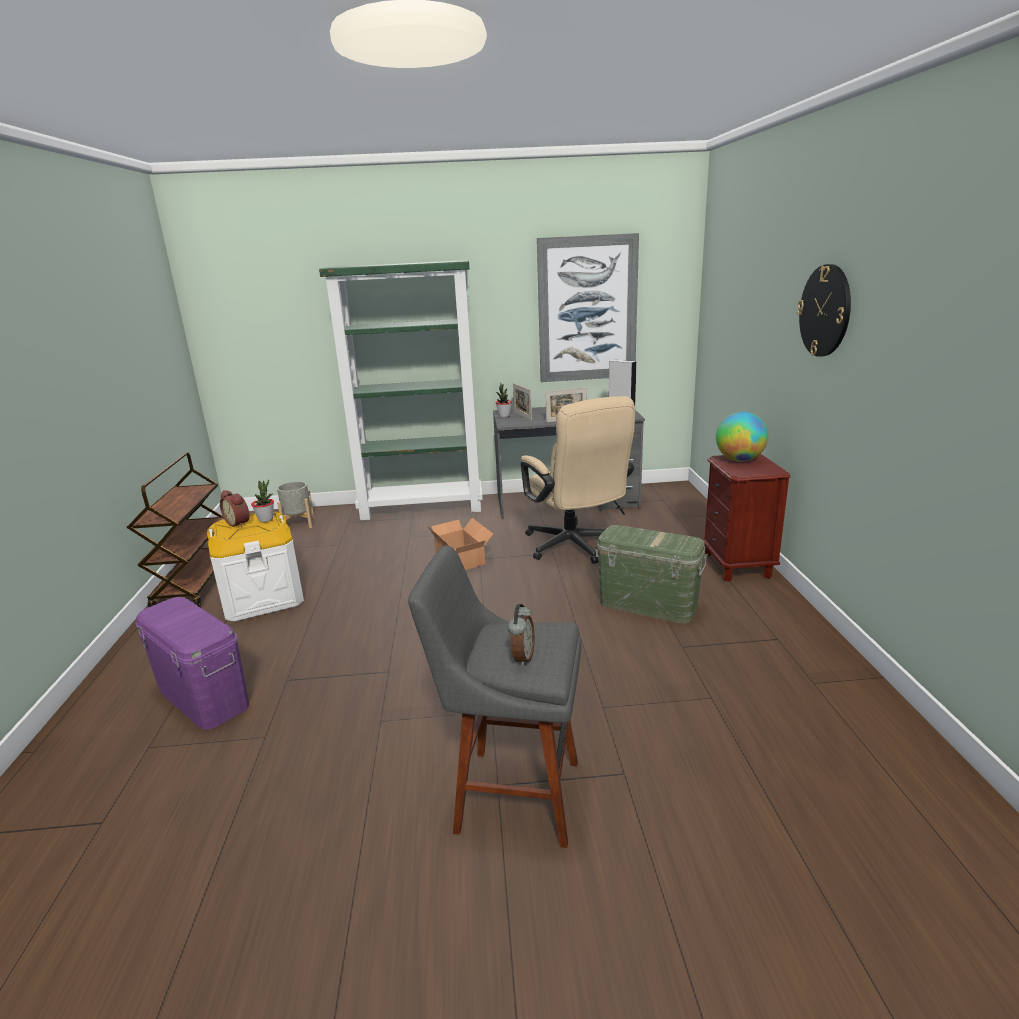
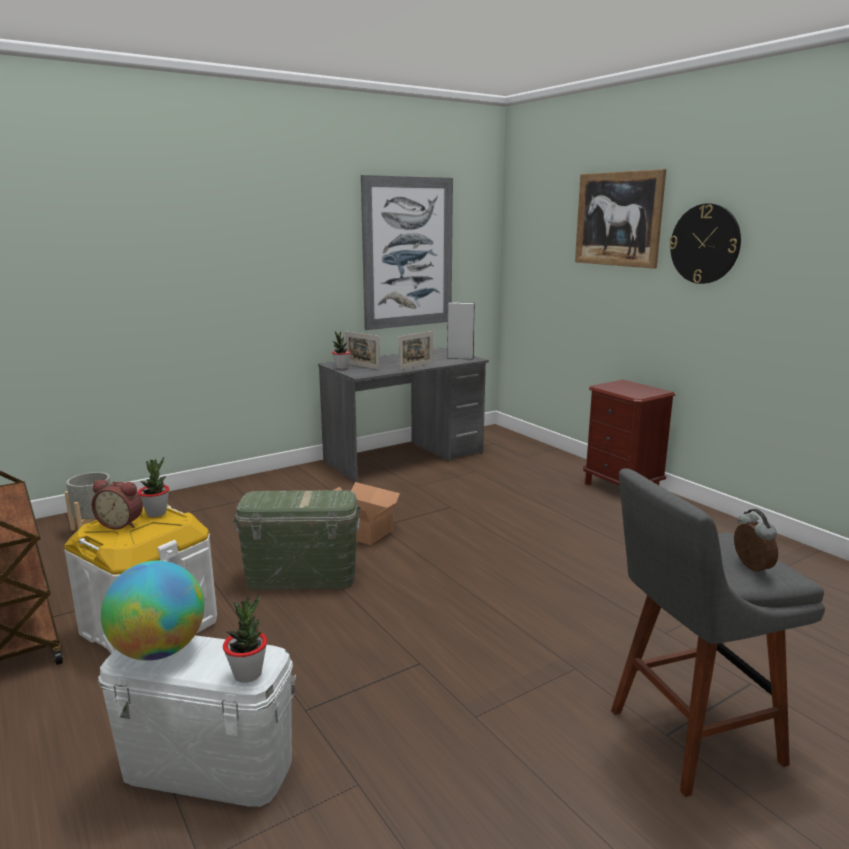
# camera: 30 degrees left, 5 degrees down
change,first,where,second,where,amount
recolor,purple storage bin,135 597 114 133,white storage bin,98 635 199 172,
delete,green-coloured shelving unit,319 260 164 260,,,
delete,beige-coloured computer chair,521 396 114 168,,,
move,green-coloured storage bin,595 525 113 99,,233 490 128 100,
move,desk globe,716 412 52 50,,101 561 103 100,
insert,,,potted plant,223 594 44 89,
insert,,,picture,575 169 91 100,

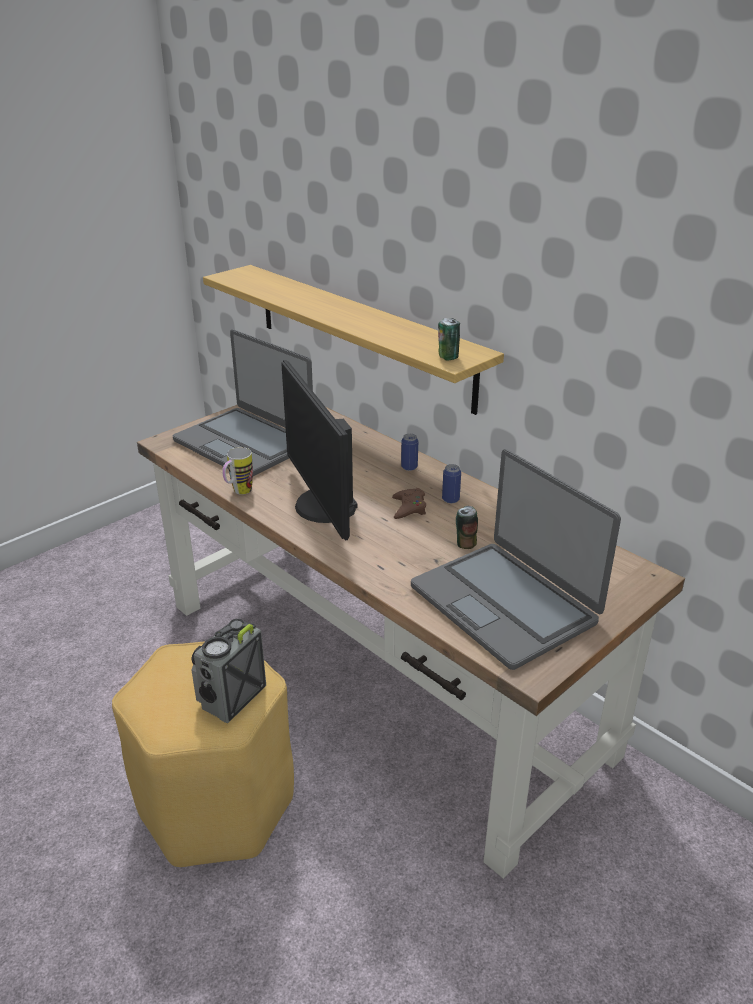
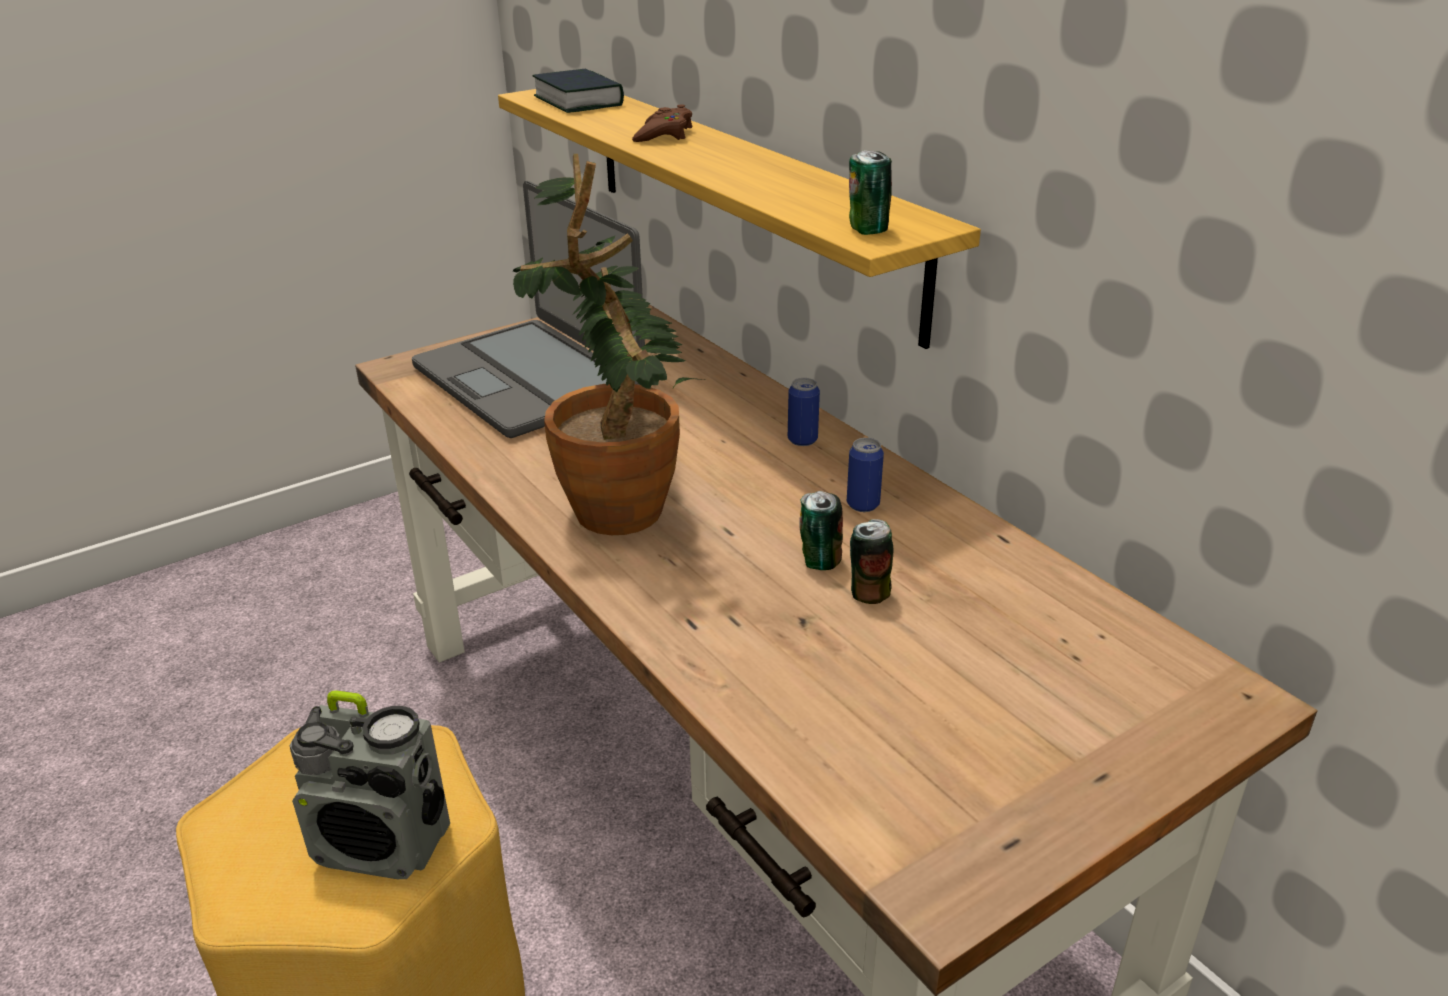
# camera: 10 degrees right, 0 degrees up
change,first,where,second,where,amount
rotate,radio set,191 619 75 104,,289 690 161 189,120 degrees counterclockwise
delete,tea mug,222 447 31 48,,,
replace,monitor,281 360 77 181,potted plant,513 154 191 381,
move,brown game controller,392 488 34 31,,632 105 61 37,
delete,notebook computer,411 449 210 221,,,
insert,,,book,533 69 91 44,
insert,,,sealed can,799 491 44 79,

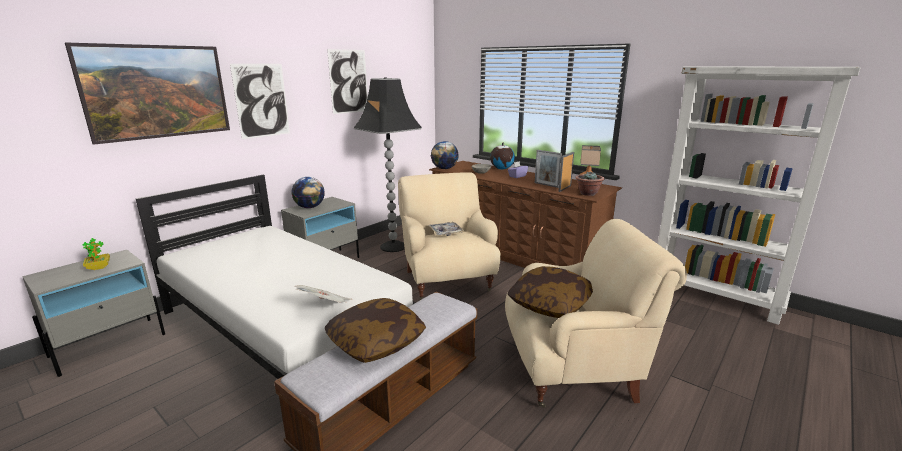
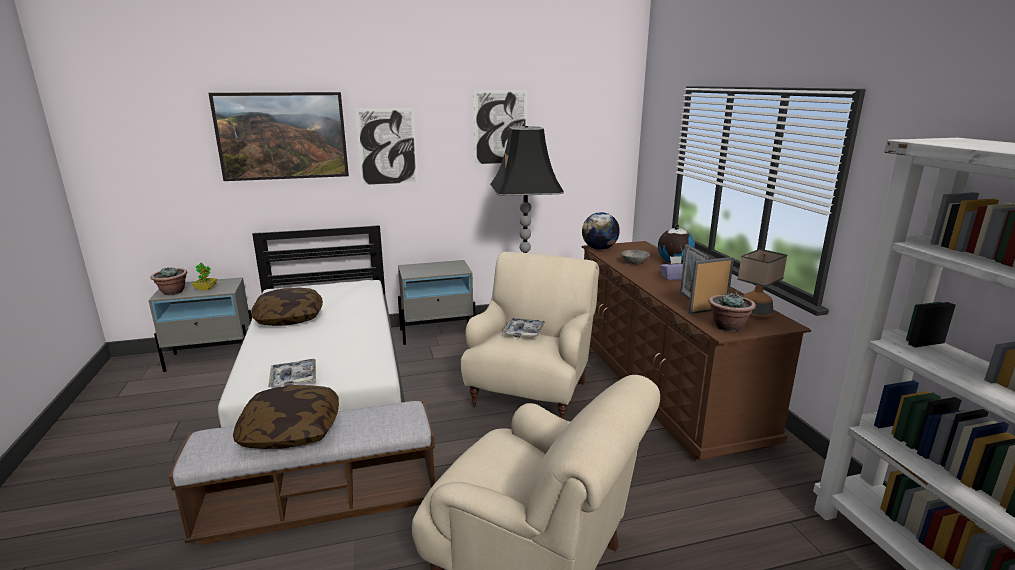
# camera: 35 degrees right, 0 degrees up
change,first,where,second,where,amount
delete,desk globe,291 177 34 31,,,
replace,daily paper,294 285 58 18,tray,268 359 48 29,
move,cushion,508 266 85 52,,251 288 72 38,
insert,,,potted plant,150 267 37 28,

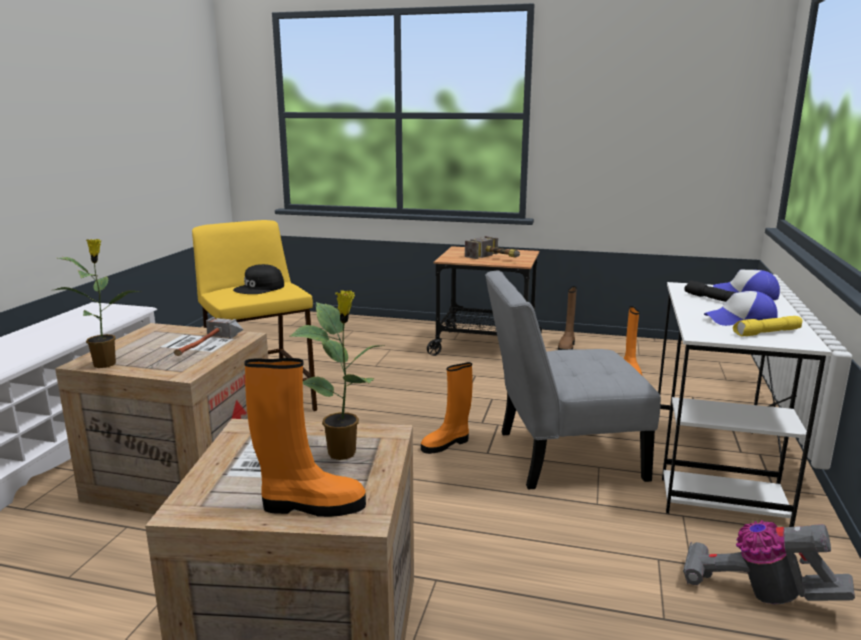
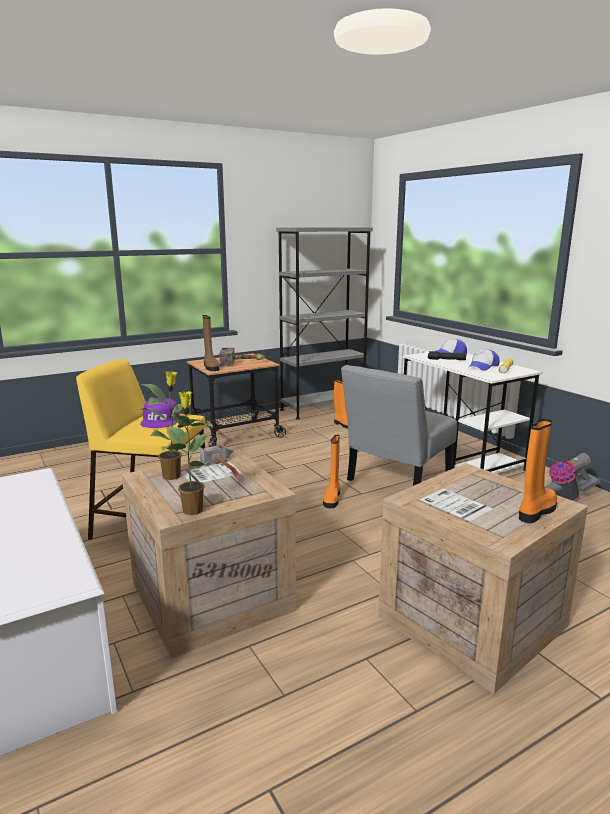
# camera: 45 degrees left, 0 degrees up
change,first,where,second,where,amount
recolor,black cap,233 264 51 30,purple cap,140 398 40 30,
move,potted plant,290 290 95 170,,142 371 60 109,
move,brown tall boot,558 286 19 64,,203 315 17 56,
insert,,,gray shelving unit,276 228 97 192,

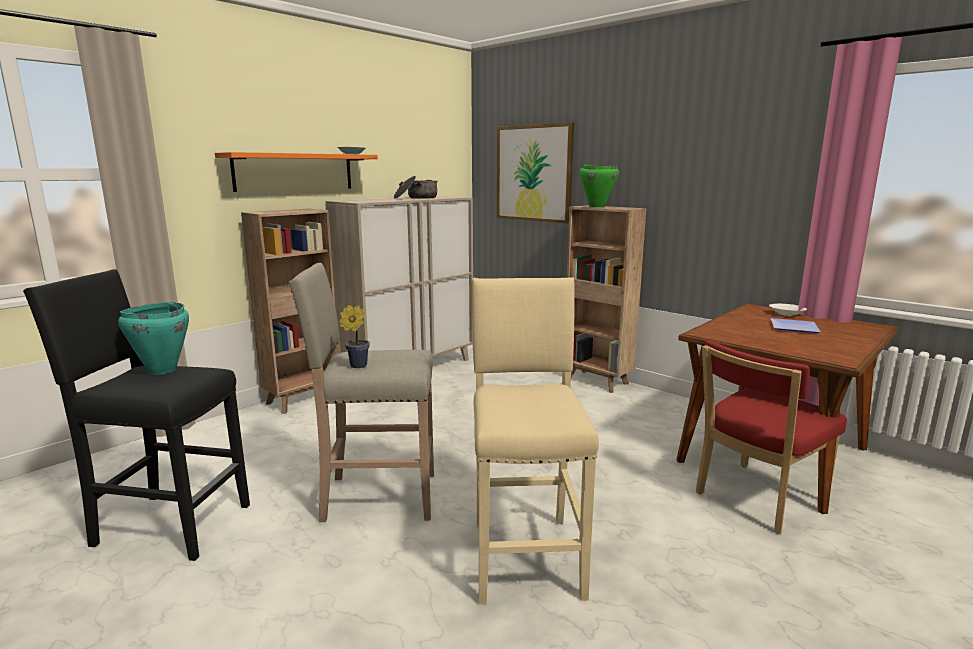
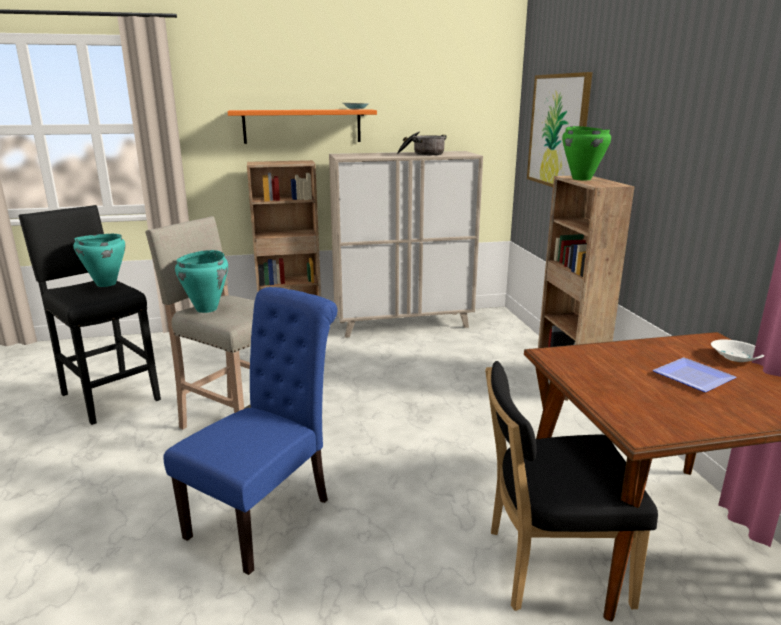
# camera: 35 degrees right, 5 degrees up
change,first,where,second,where,amount
replace,potted plant,339 305 31 63,turquoise-coloured saucepot,175 250 53 63,
replace,beige-coloured sitting stool,472 277 127 328,blue chair,163 287 174 288,
recolor,red-coloured chair,696 340 151 194,black chair,485 361 173 250,

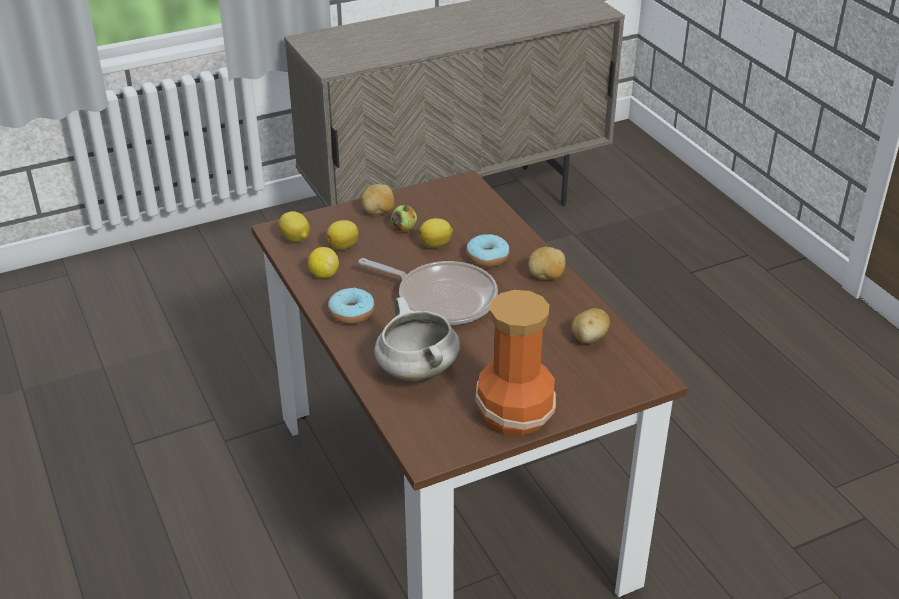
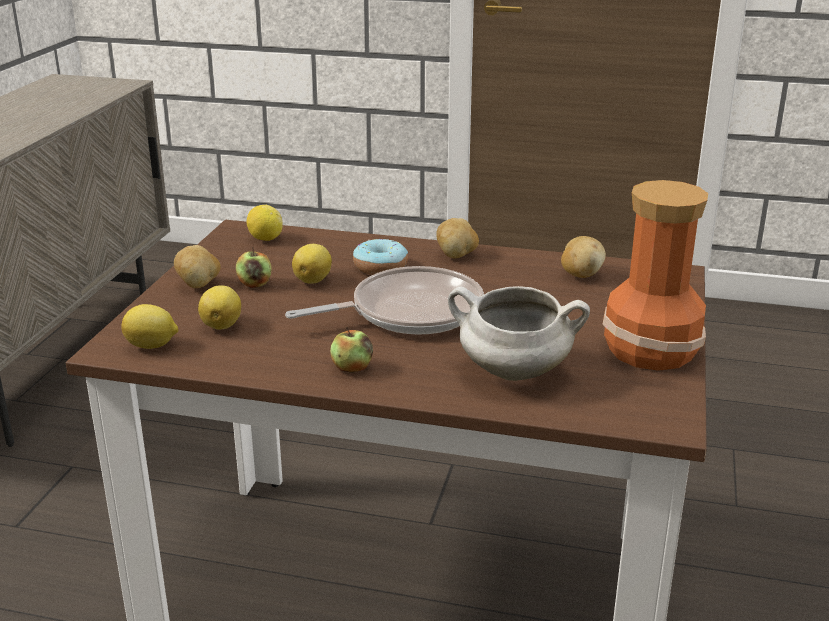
# camera: 50 degrees left, 10 degrees down
change,first,where,second,where,amount
move,citrus fruit,308 247 31 31,,247 205 36 36,
replace,doughnut,328 287 47 37,apple,330 327 43 46,

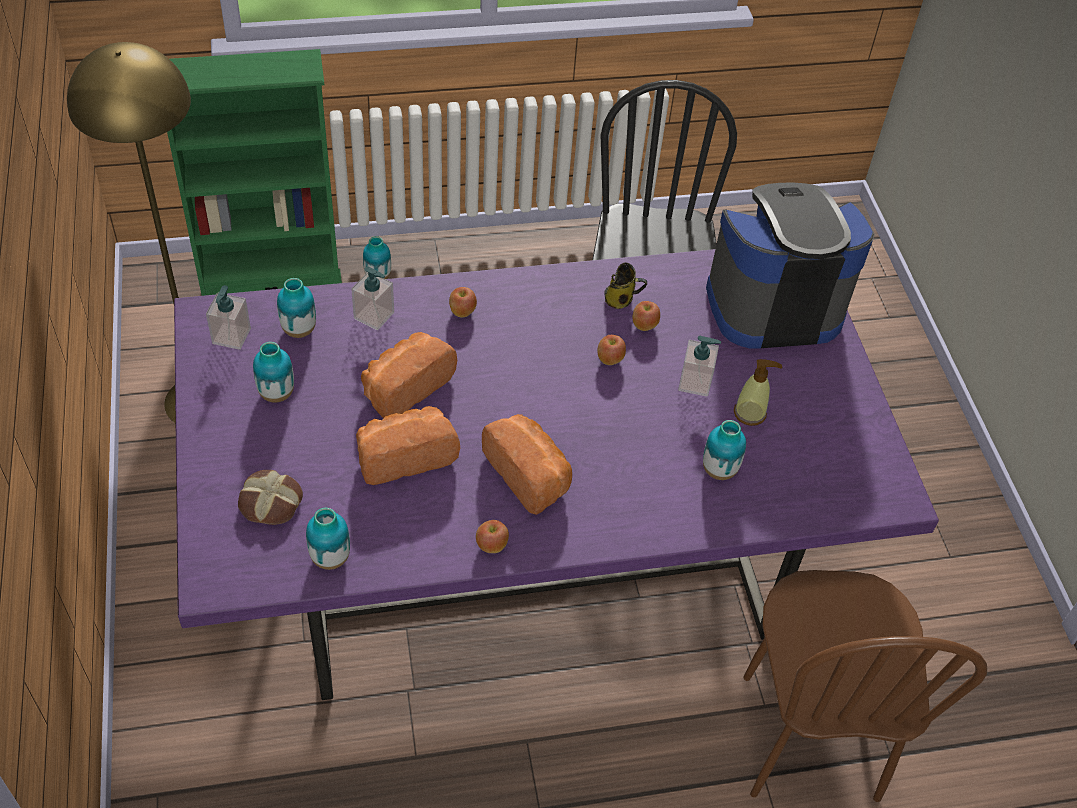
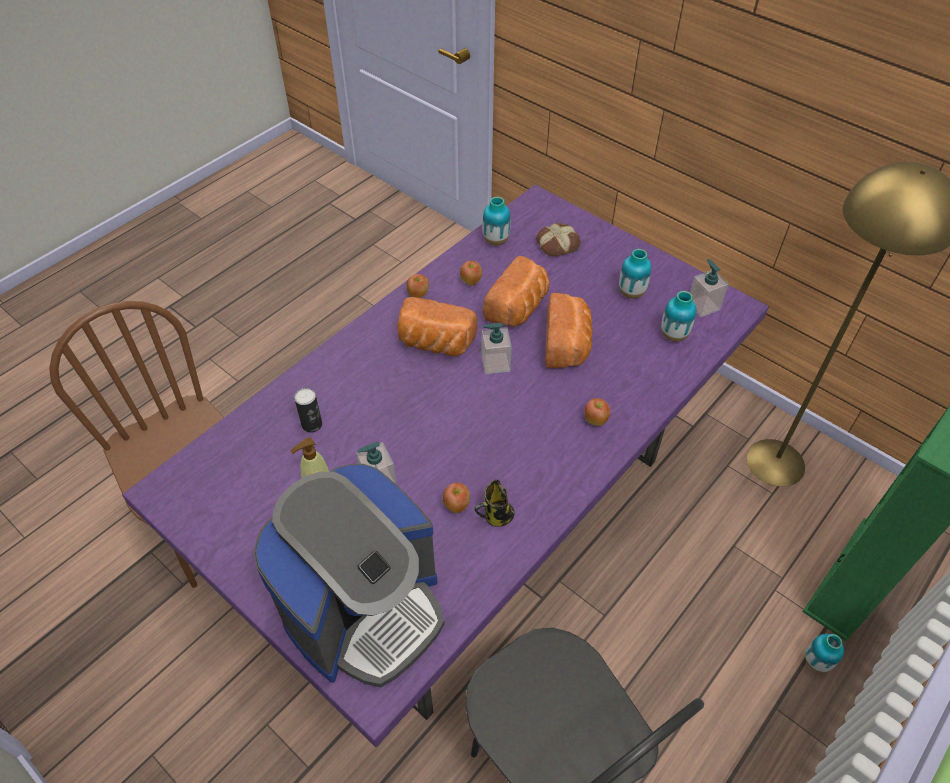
# camera: 145 degrees right, 0 degrees up
change,first,where,second,where,amount
move,soap bottle,351 266 43 64,,481 323 31 51,
move,apple,597 335 29 30,,460 261 22 24,
replace,flower vase,703 420 43 60,sealed can,294 388 28 45,

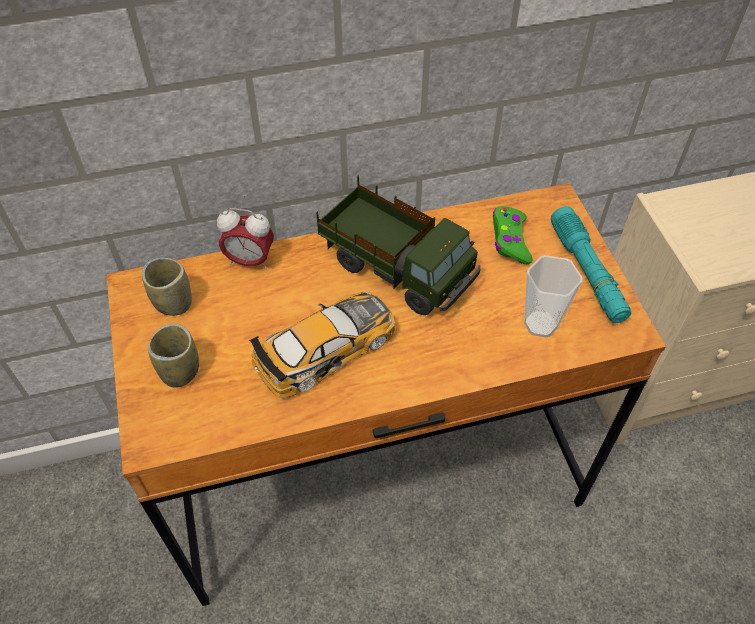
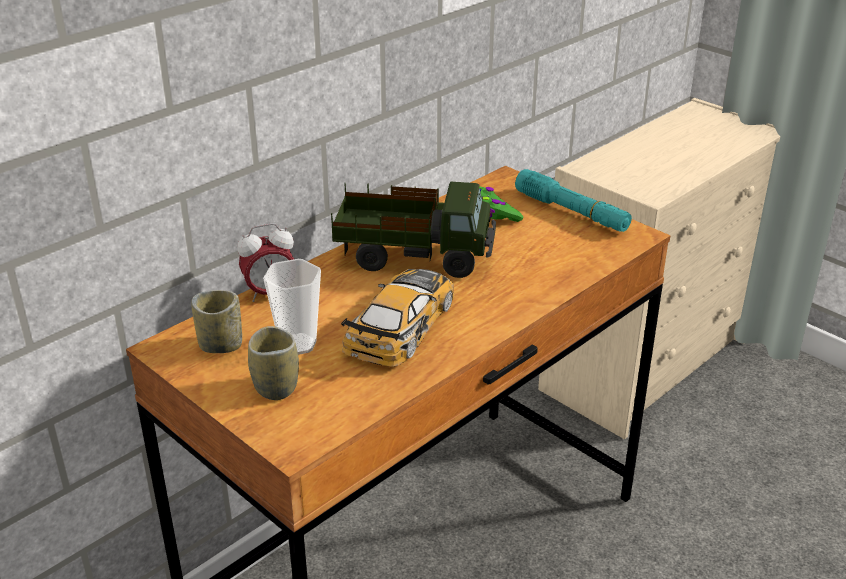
# camera: 30 degrees left, 20 degrees down
change,first,where,second,where,amount
move,small cup,524 255 59 83,,263 259 58 96,

